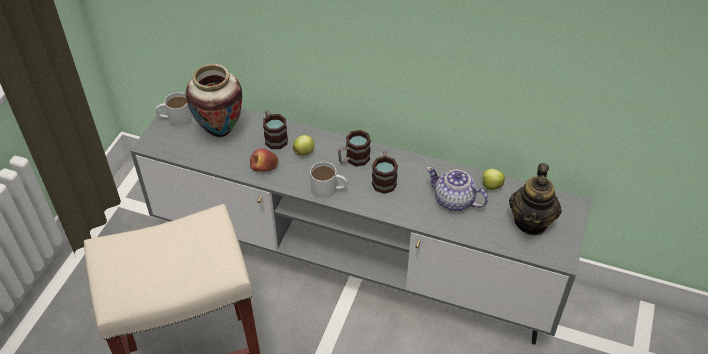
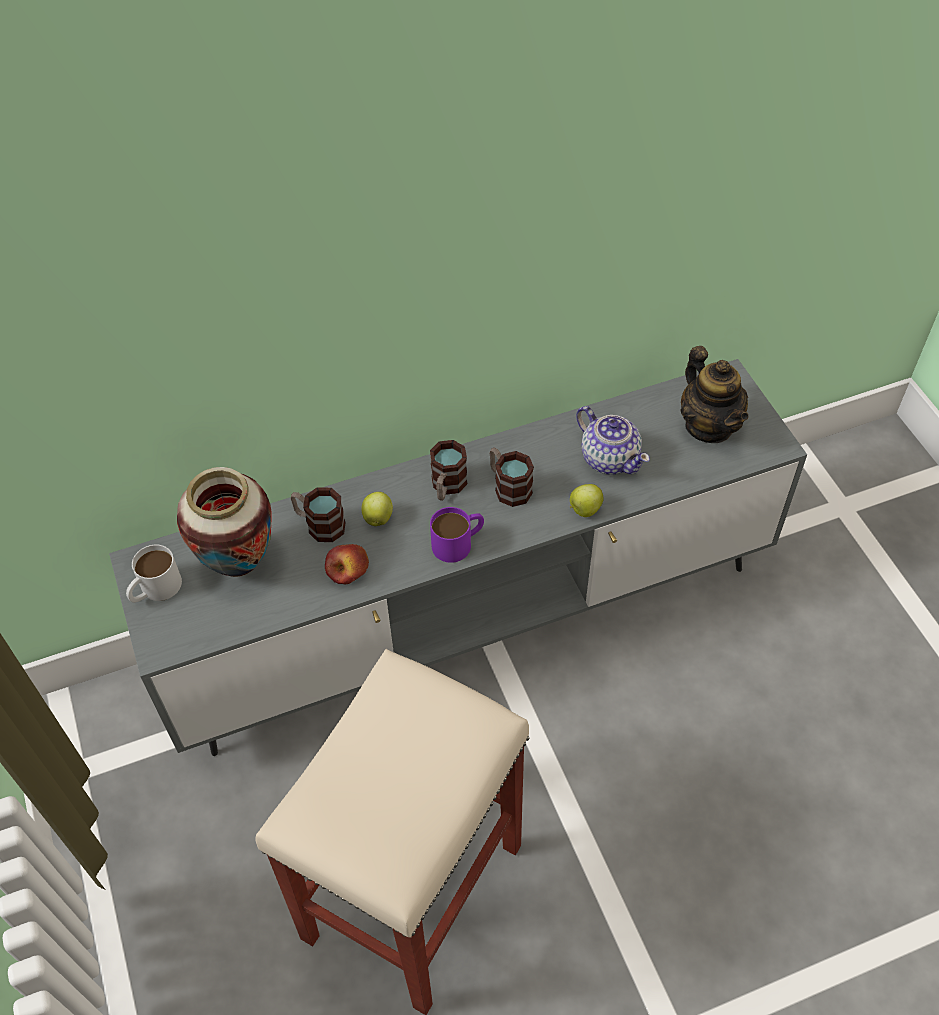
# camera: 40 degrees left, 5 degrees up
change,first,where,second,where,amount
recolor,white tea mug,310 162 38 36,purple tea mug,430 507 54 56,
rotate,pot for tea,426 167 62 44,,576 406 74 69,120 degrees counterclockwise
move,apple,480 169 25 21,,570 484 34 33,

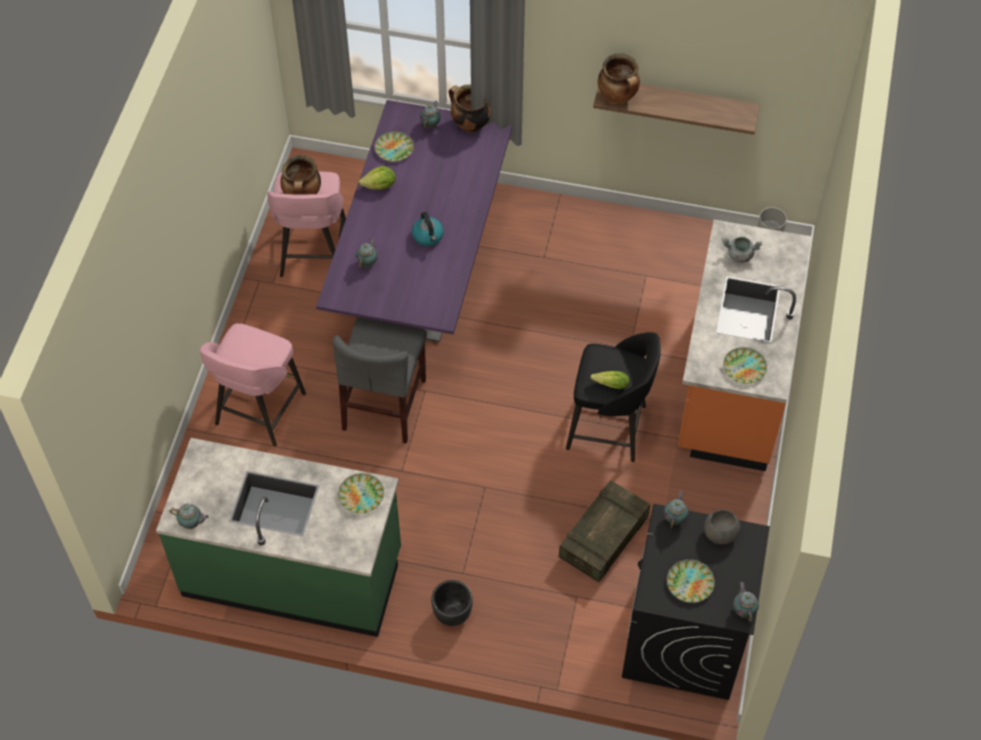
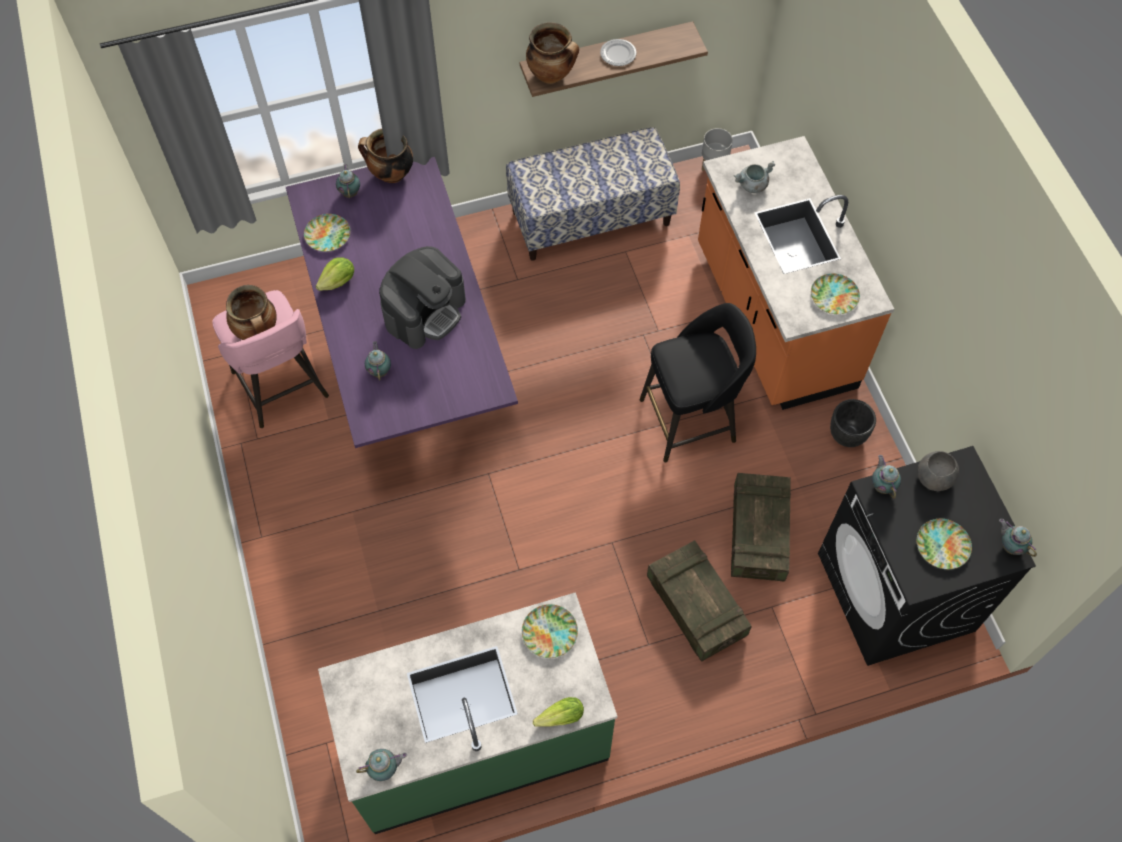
# camera: 30 degrees left, 5 degrees up
change,first,where,second,where,amount
delete,pink sitting stool,200 323 106 123,,,
delete,gray chair,333 317 94 127,,,
replace,tea kettle,412 212 32 34,coffee maker,379 246 87 103,
move,black flower pot,431 580 42 46,,830 399 46 48,
move,lettuce,590 371 39 18,,533 697 51 30,
insert,,,long seat,506 127 174 134,
insert,,,flat dish,600 39 36 27,
insert,,,shipping crate,647 540 105 122,

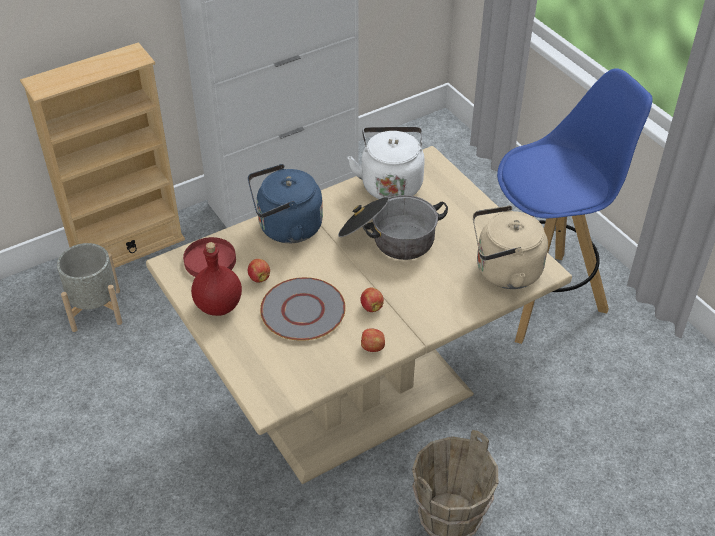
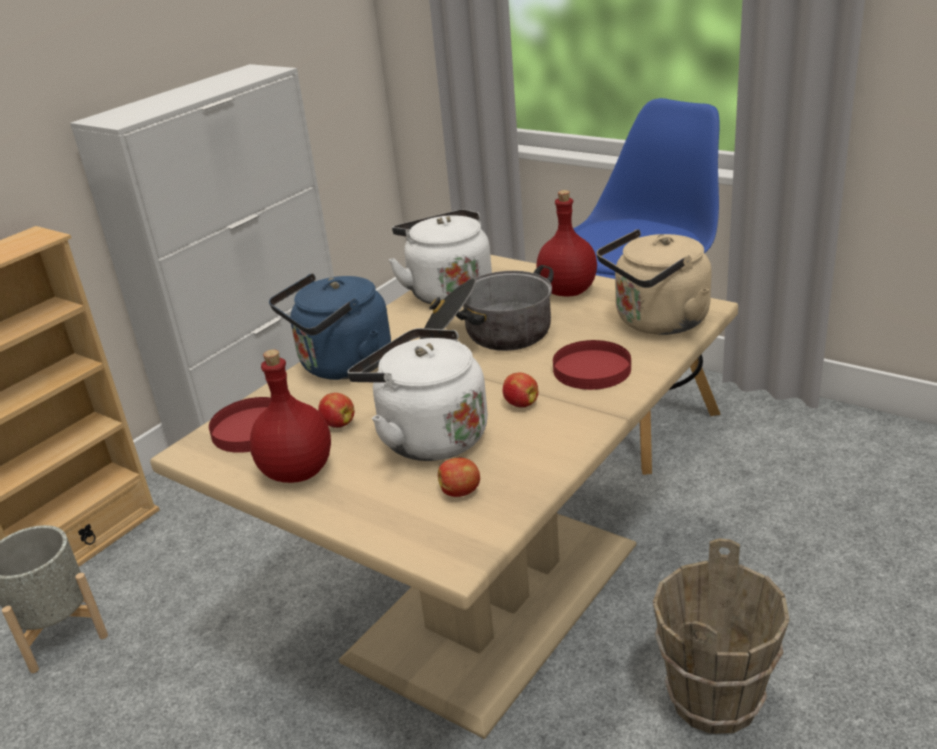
# camera: 20 degrees left, 15 degrees down
change,first,where,second,where,amount
replace,gray flat dish,260 277 86 64,white tea kettle,347 328 141 133,
move,apple,361 328 24 24,,438 458 42 39,
insert,,,red-coloured bottle,536 190 61 106,
insert,,,red-coloured flat dish,553 340 78 50,

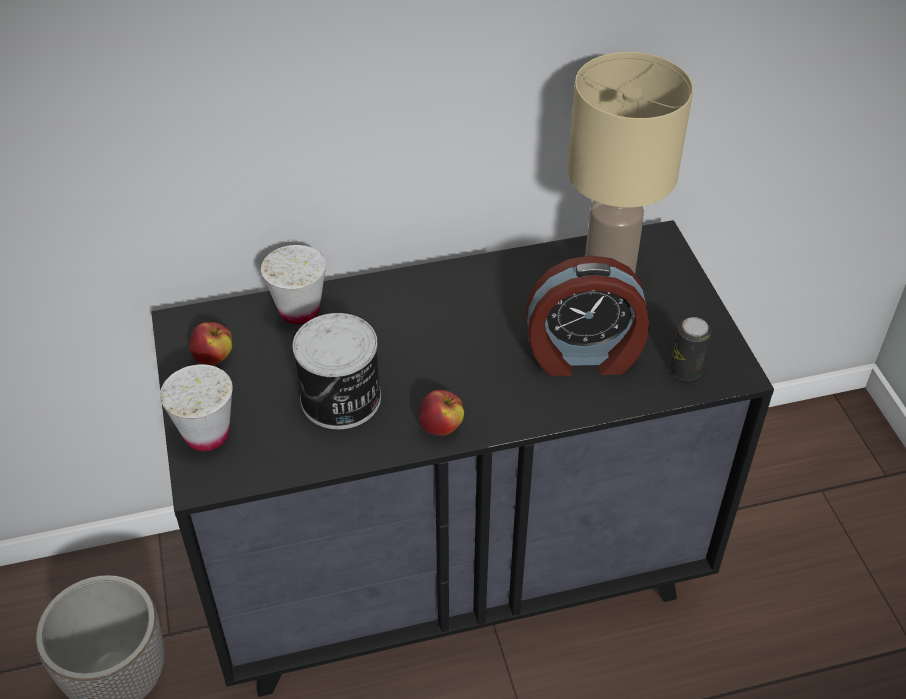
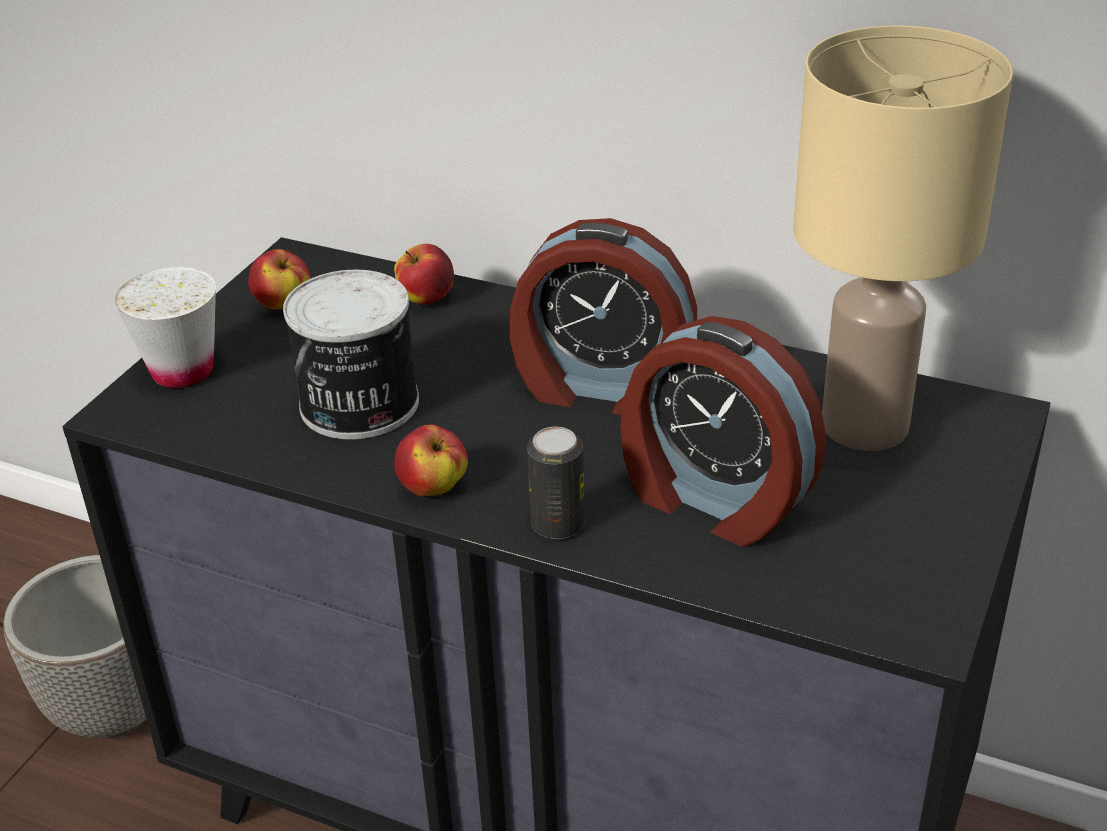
# camera: 40 degrees right, 10 degrees down
change,first,where,second,where,amount
replace,white small cup,261 245 65 79,apple,394 244 60 61,
move,sealed can,670 317 41 63,,527 427 58 112,
insert,,,alarm clock,510 218 187 197,

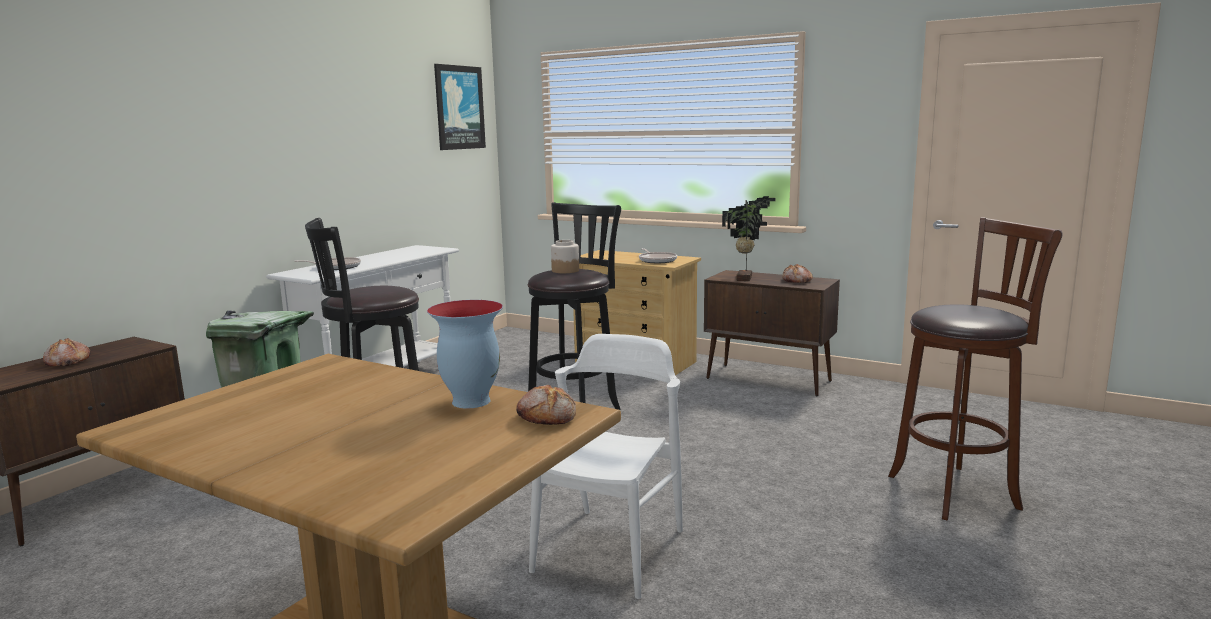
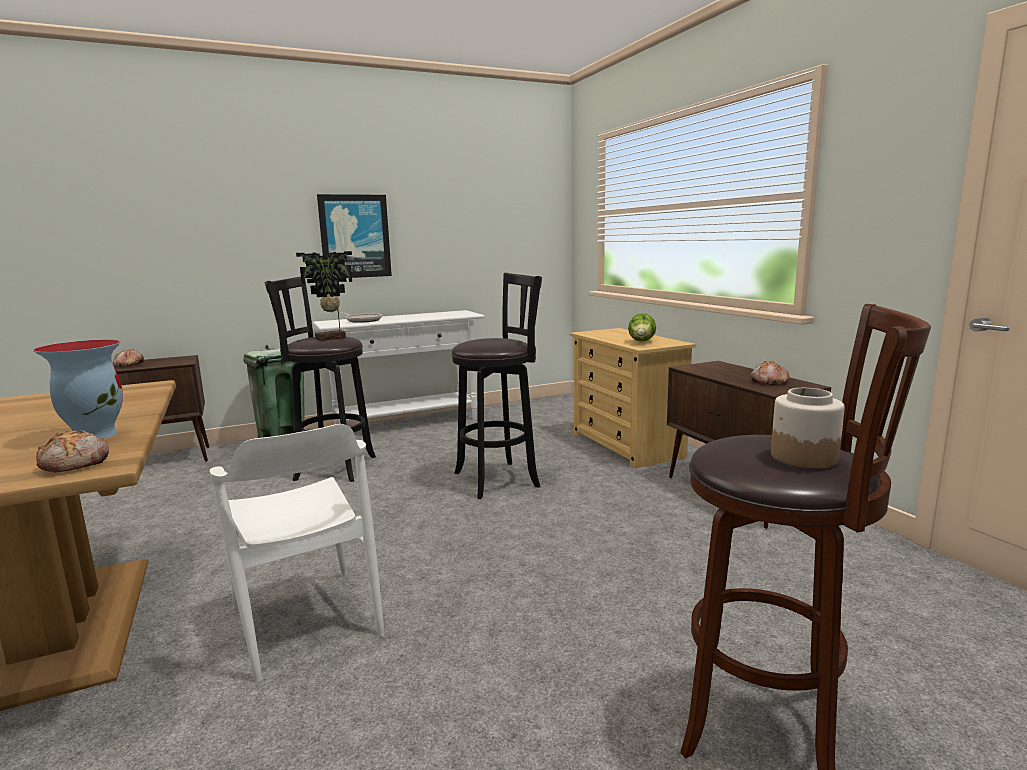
# camera: 35 degrees right, 0 degrees up
change,first,where,second,where,amount
move,picture,434 64 52 86,,317 194 75 84,
rotate,white chair,529 334 154 265,,210 424 175 258,90 degrees clockwise
move,storage jar,551 240 28 33,,771 388 74 80,
replace,skillet,639 248 38 15,lettuce,628 313 28 29,
move,potted plant,722 196 54 85,,296 251 56 90,

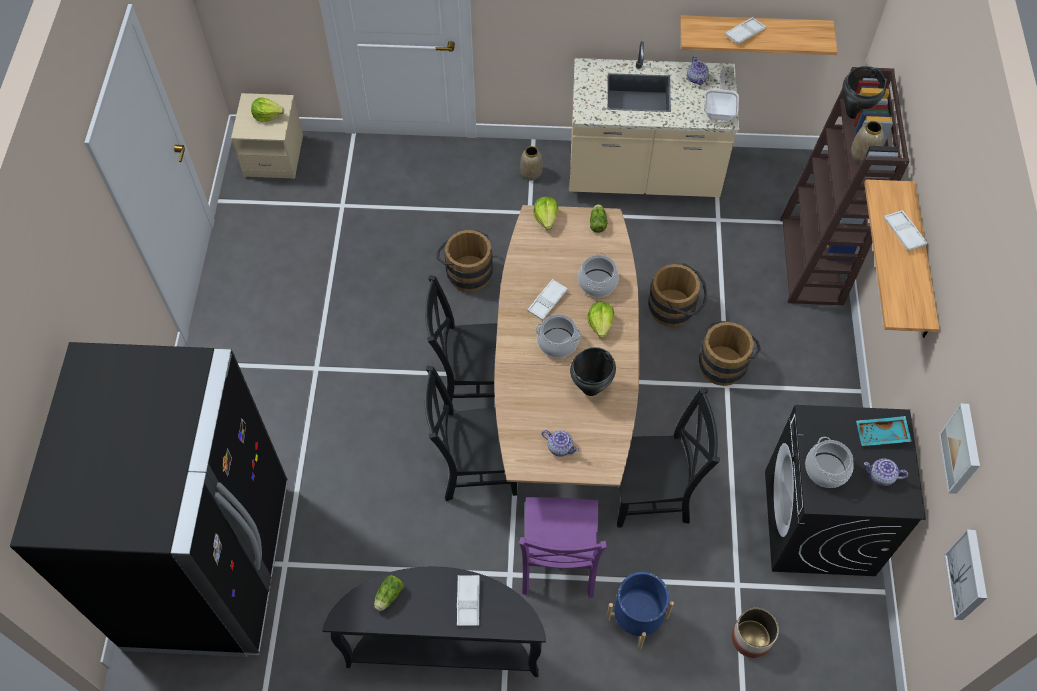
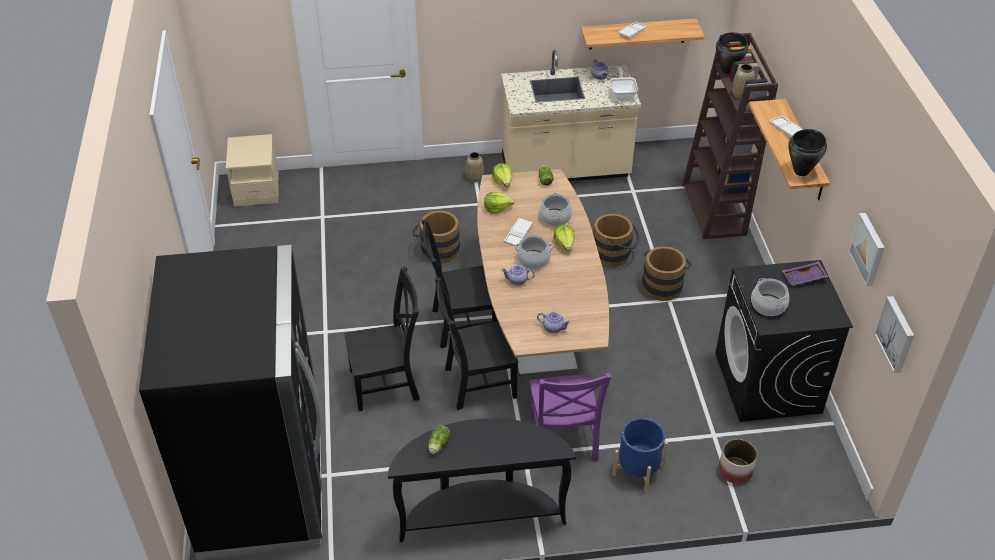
# camera: 10 degrees left, 15 degrees down
change,first,where,second,where,amount
move,lettuce,251 97 33 25,,484 192 31 22,
delete,white tray,457 575 23 51,,,
move,black saucepot,570 347 46 49,,788 129 39 47,
move,black chair,617 388 103 140,,344 267 76 144,
recolor,turquoise-coloured tray,856 416 56 30,purple tray,783 262 45 24,
move,pot for tea,864 458 44 28,,501 265 34 21,

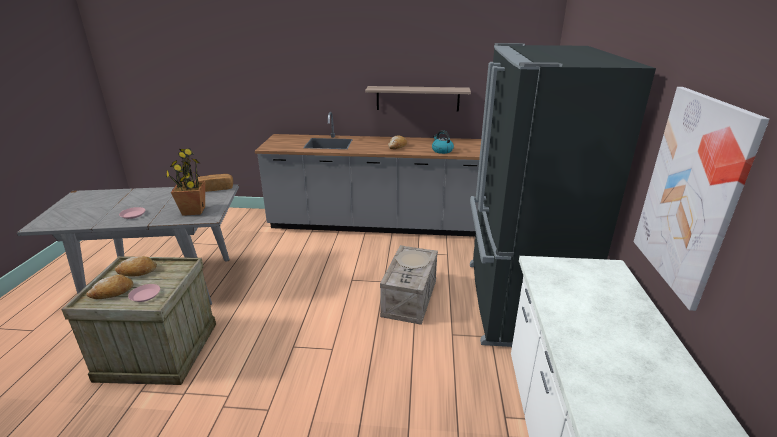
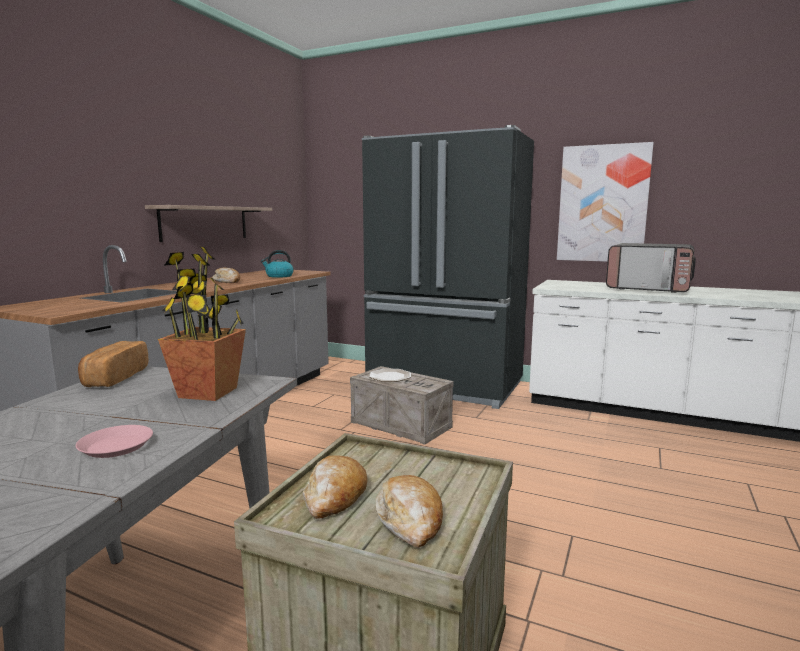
# camera: 70 degrees left, 15 degrees down
change,first,where,second,where,amount
delete,pink flat dish,128 284 32 18,,,
insert,,,microwave,606 243 90 50,

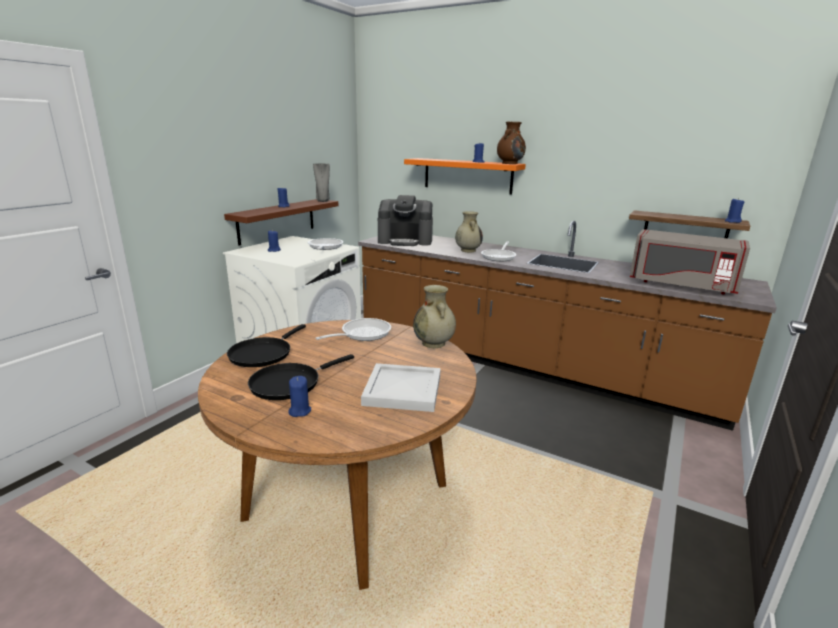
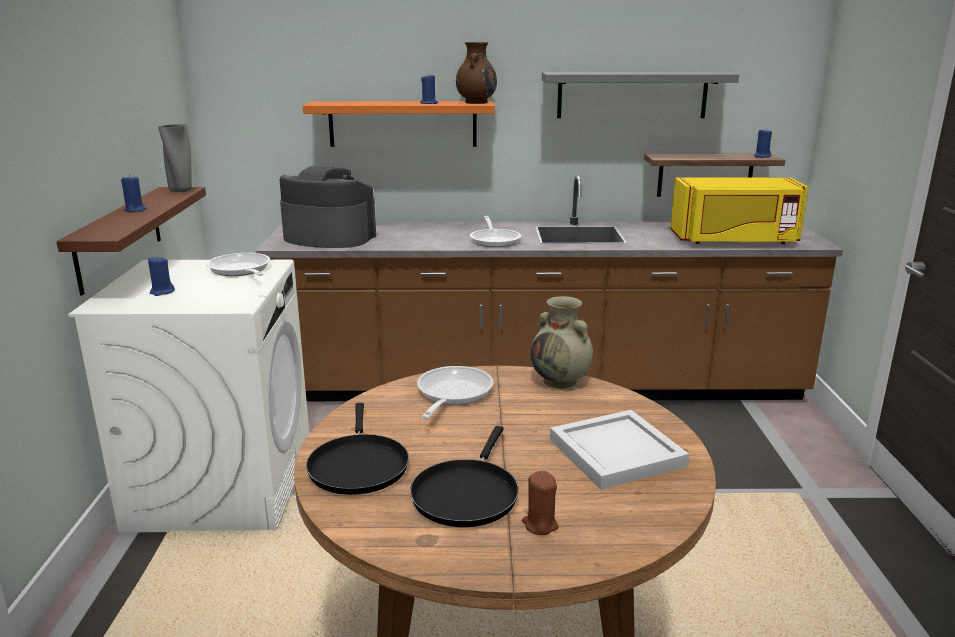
# camera: 30 degrees left, 0 degrees up
change,first,where,second,where,amount
recolor,blue wax light,288 376 23 41,brown wax light,522 471 37 64,
rotate,coffee maker,378 195 55 51,,280 166 96 82,135 degrees counterclockwise
delete,beige-coloured flower vase,455 211 28 41,,,
recolor,gray microwave,630 229 120 66,yellow-coloured microwave,670 177 138 67,
insert,,,gray bracket shelf,542 72 197 46,

